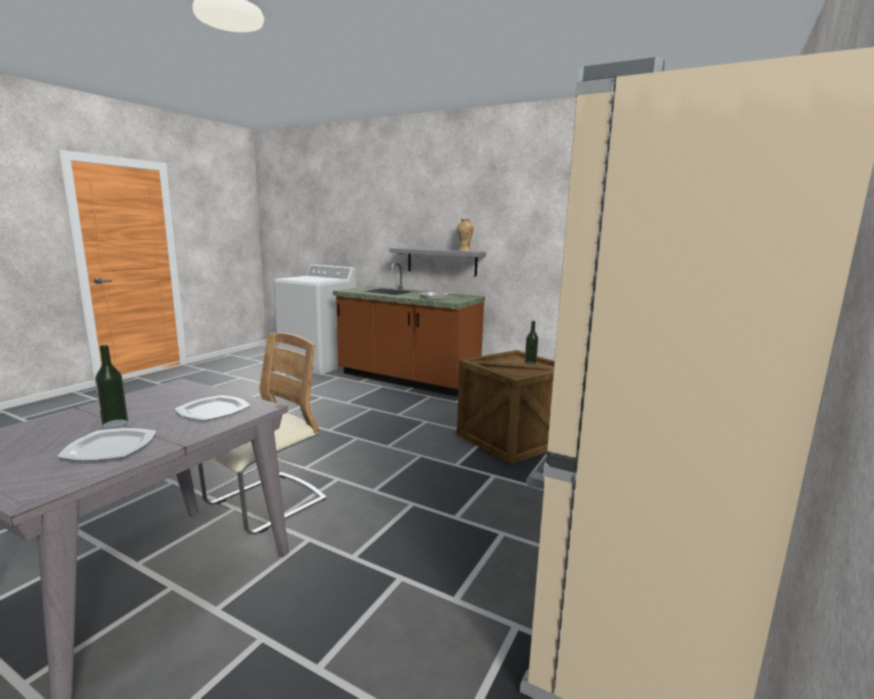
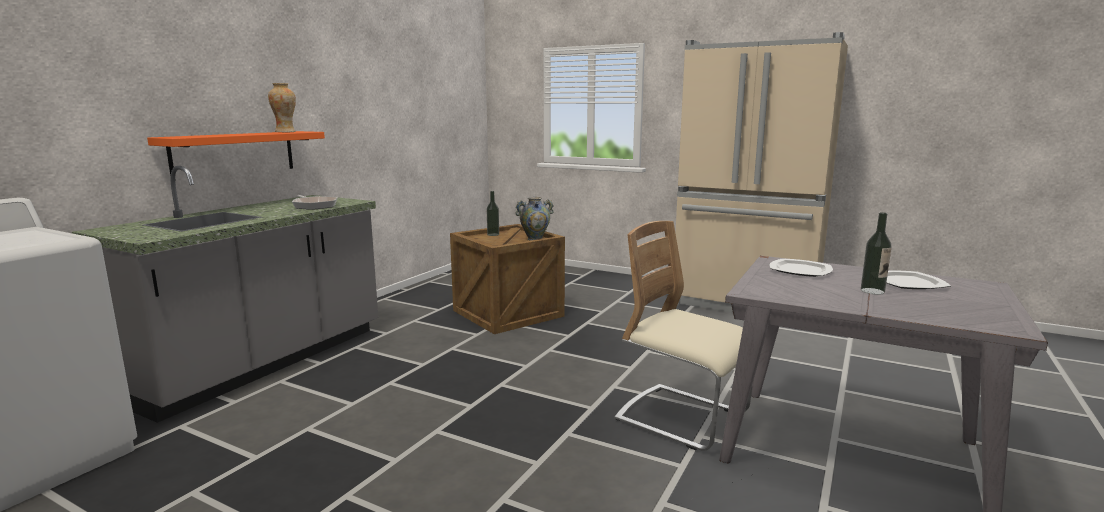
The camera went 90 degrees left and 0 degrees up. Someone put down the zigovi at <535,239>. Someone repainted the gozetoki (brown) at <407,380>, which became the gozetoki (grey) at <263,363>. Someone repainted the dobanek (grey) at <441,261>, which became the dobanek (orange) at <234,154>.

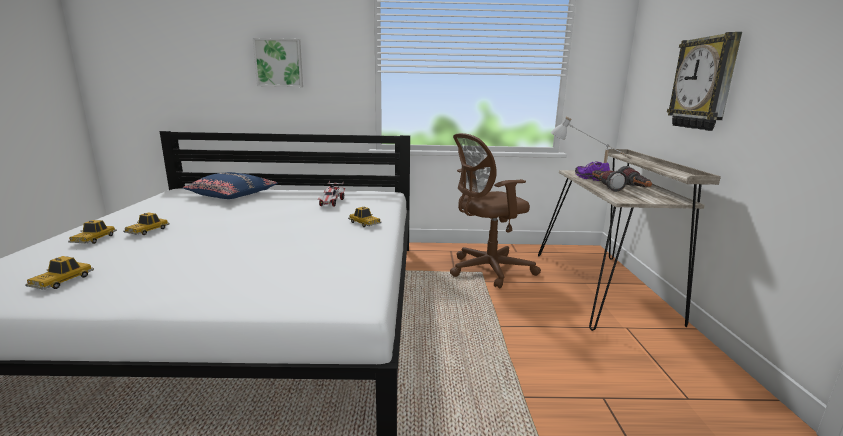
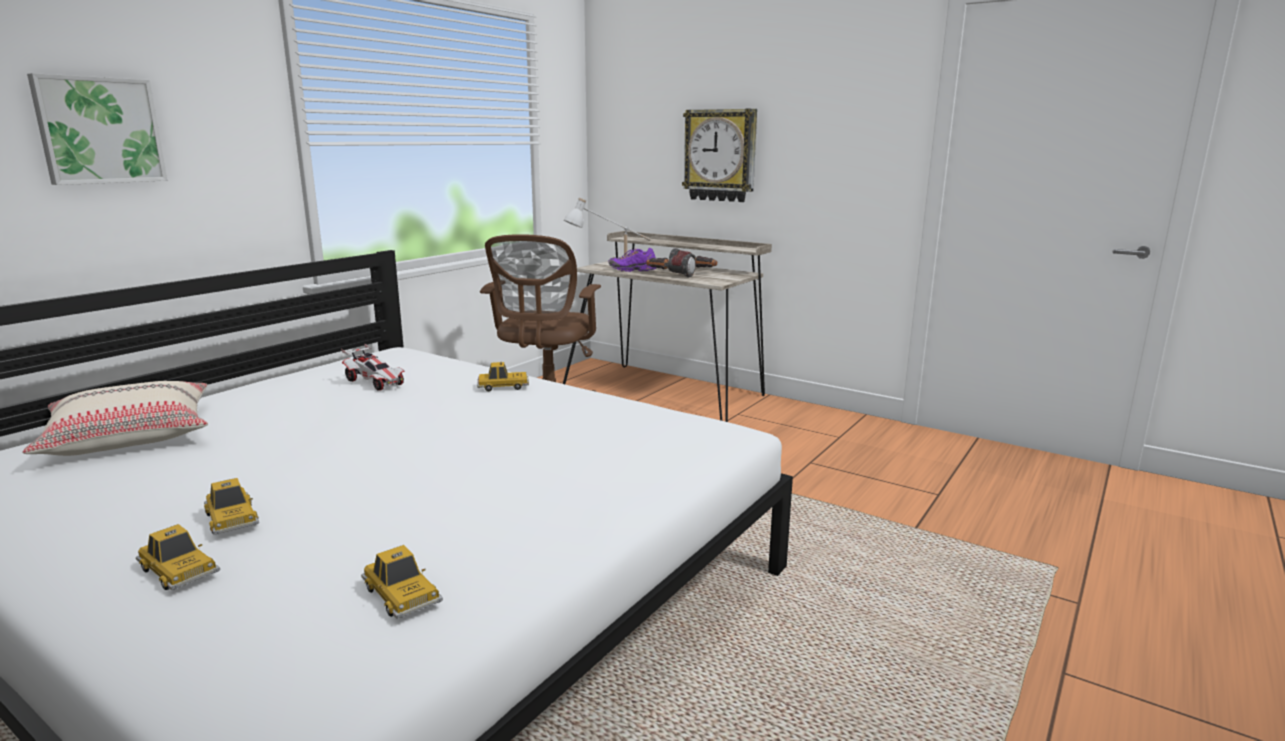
The camera went 55 degrees left and 0 degrees up. Someone repainted the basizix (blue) at <232,195>, which became the basizix (beige) at <130,435>.

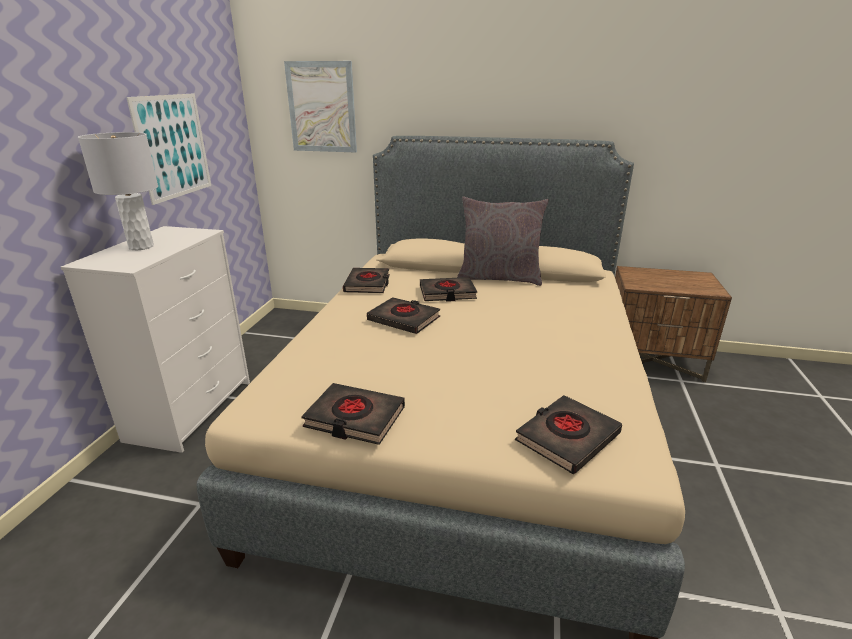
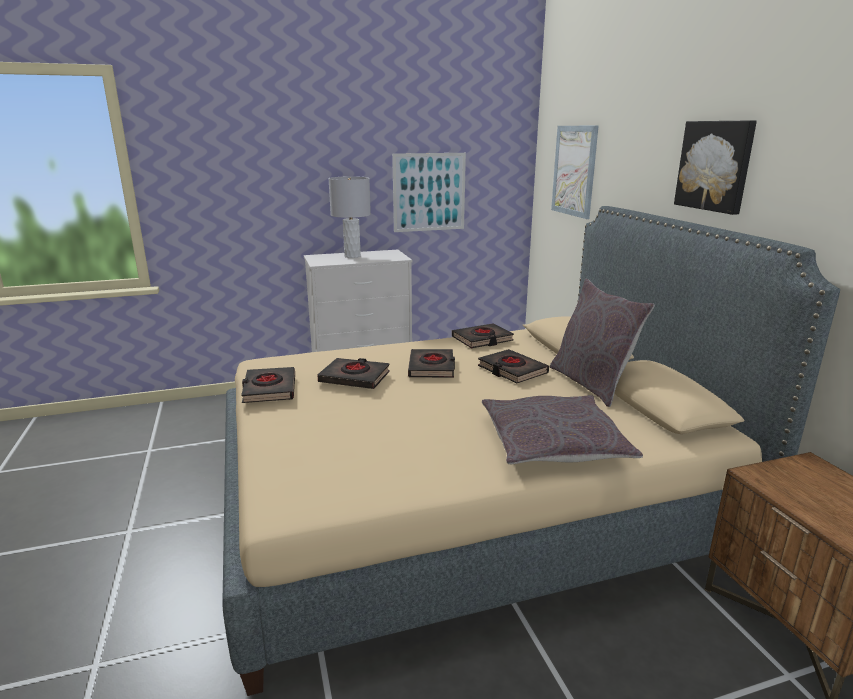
The camera went 60 degrees right and 5 degrees down. Someone put down the basizix (grey) at <553,443>. Someone put up the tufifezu at <715,166>. Someone carried the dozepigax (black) from <567,438> to <355,378>.

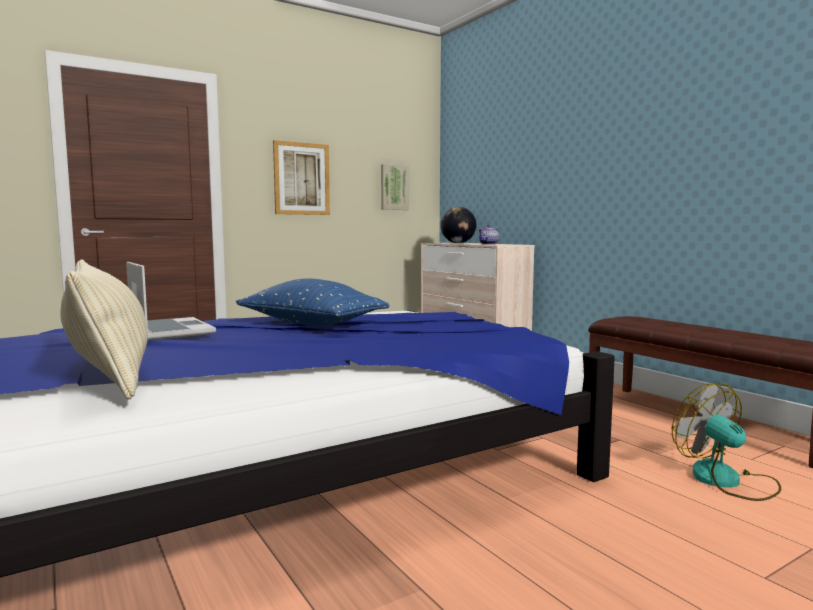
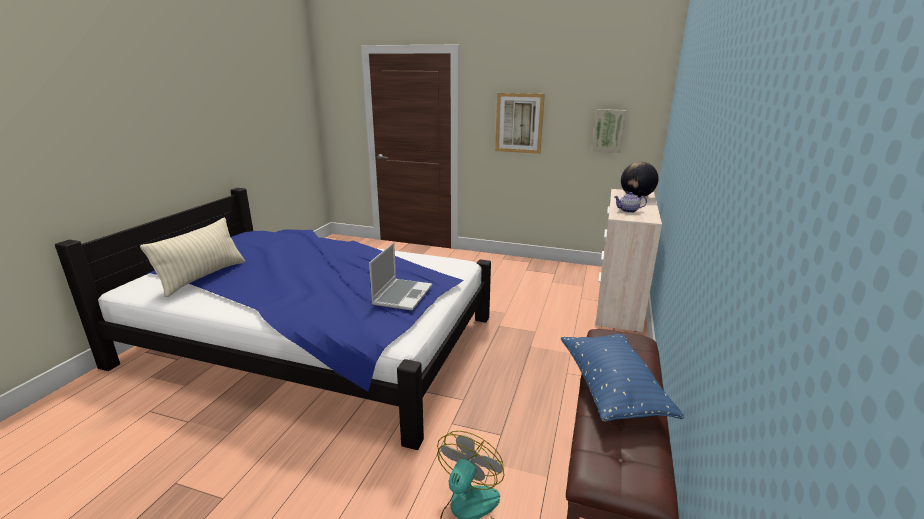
The camera went 50 degrees right and 15 degrees up. Someone carried the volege from <169,331> to <402,295>. Someone carried the basizix (blue) from <311,324> to <611,388>.

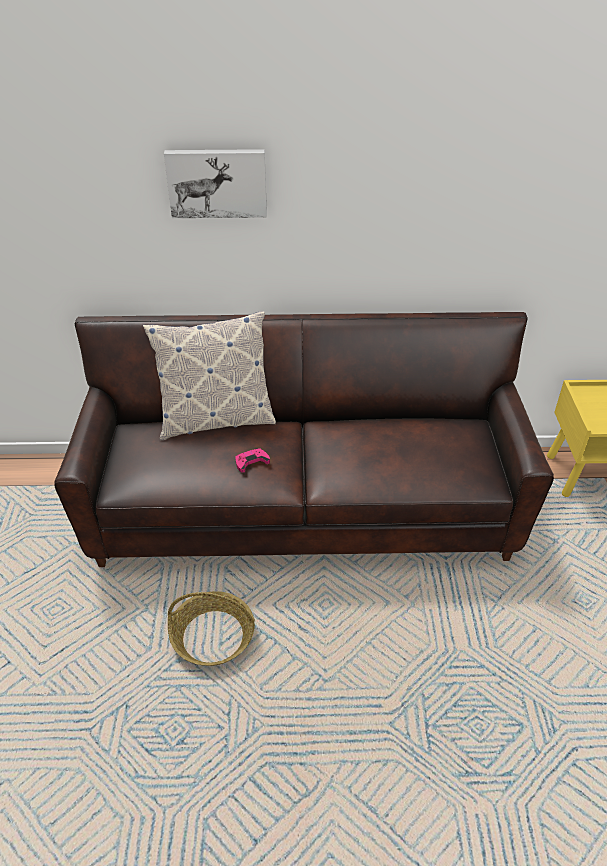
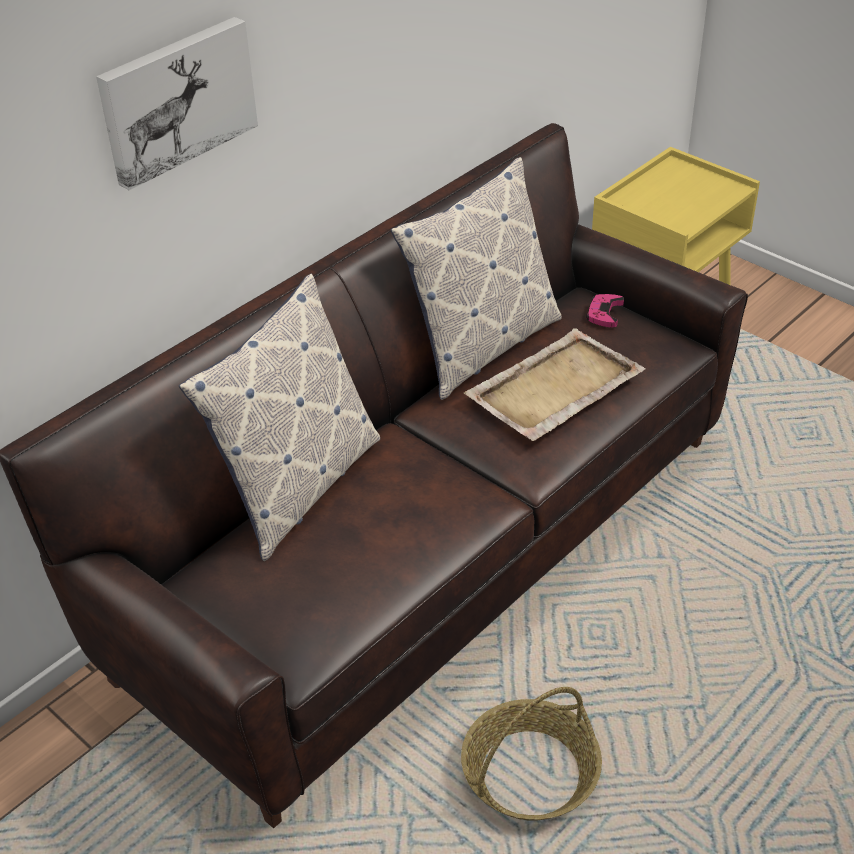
The camera went 45 degrees left and 0 degrees up. Someone put down the basizix at <481,346>. Someone put down the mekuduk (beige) at <553,389>. Someone carried the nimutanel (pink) from <251,462> to <604,313>.

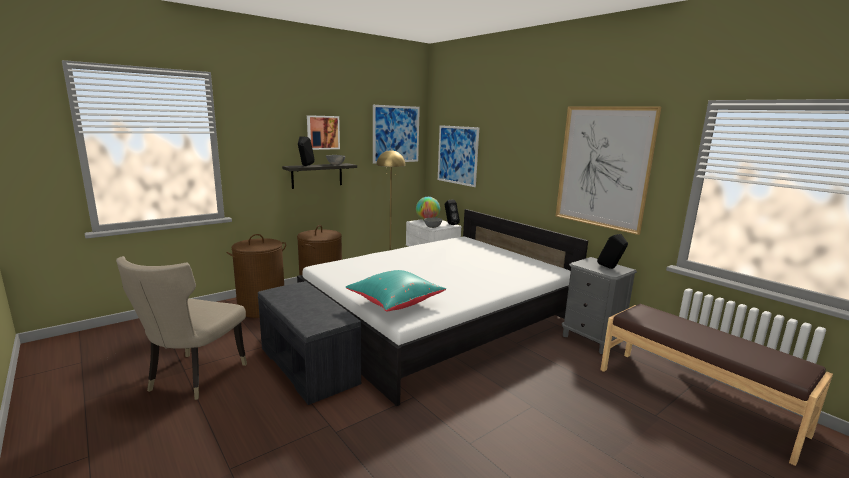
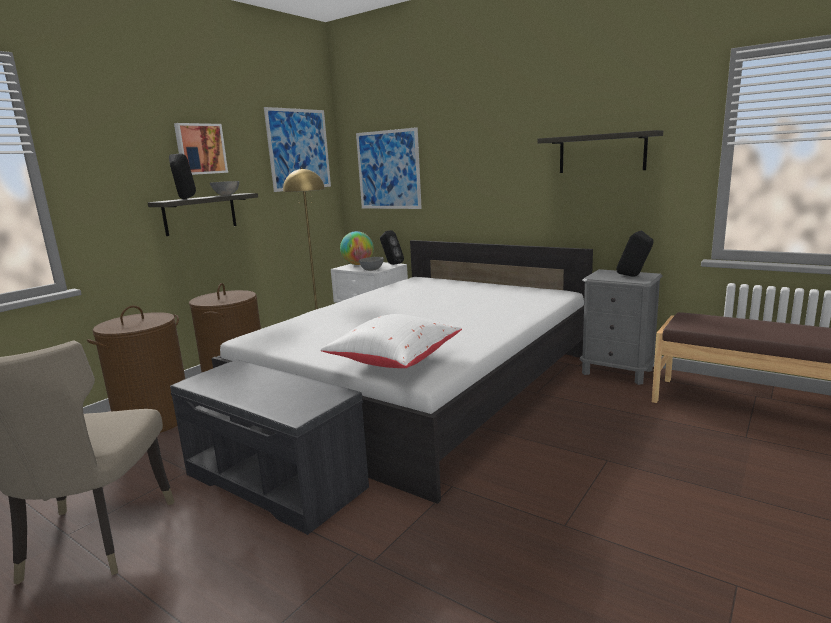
The camera went 15 degrees left and 0 degrees up. Someone swapped the tufifezu at <603,167> for the dobanek at <602,153>. Someone repainted the basizix (turquoise) at <394,303>, which became the basizix (white) at <394,361>.

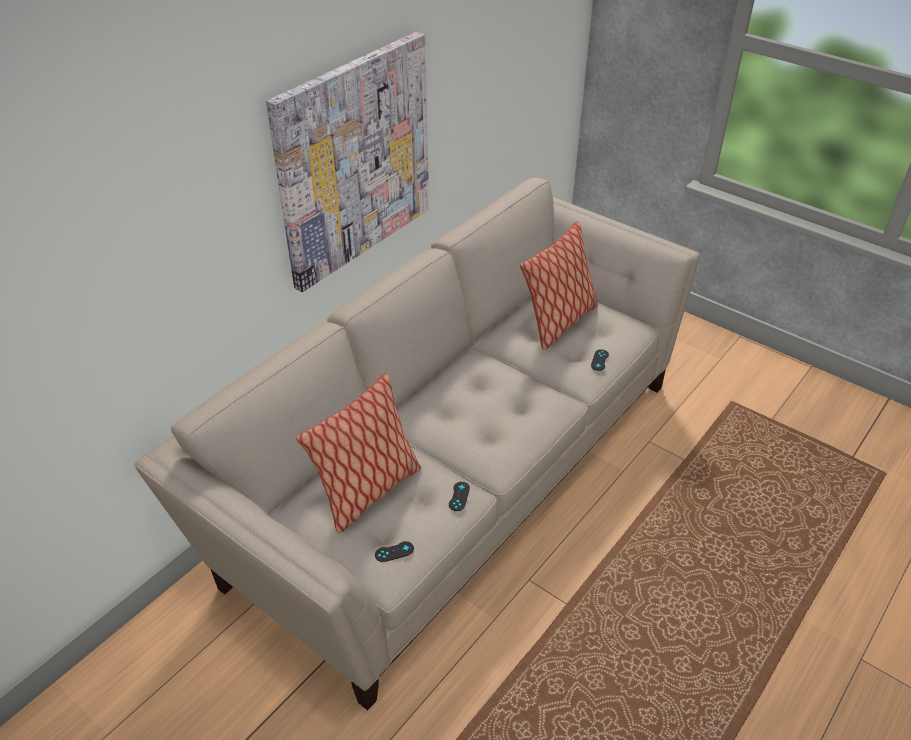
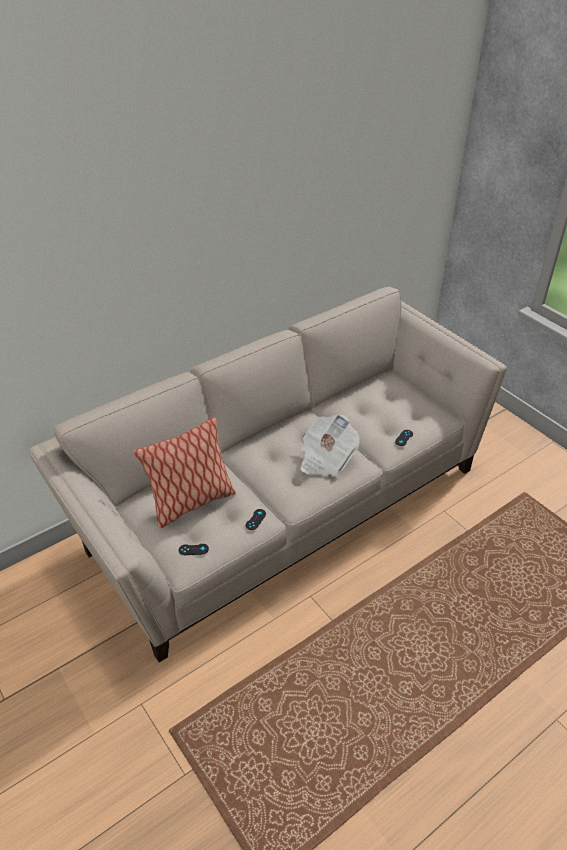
The camera went 15 degrees right and 0 degrees up. Someone took away the tufifezu at <354,160>. Someone took away the basizix at <559,323>. Someone put down the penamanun at <326,458>.

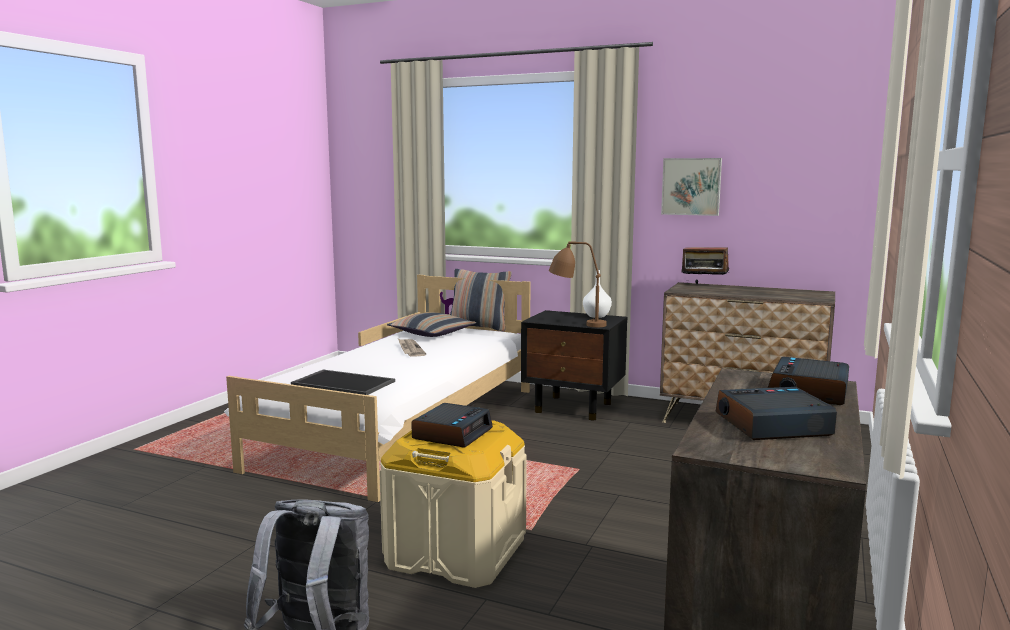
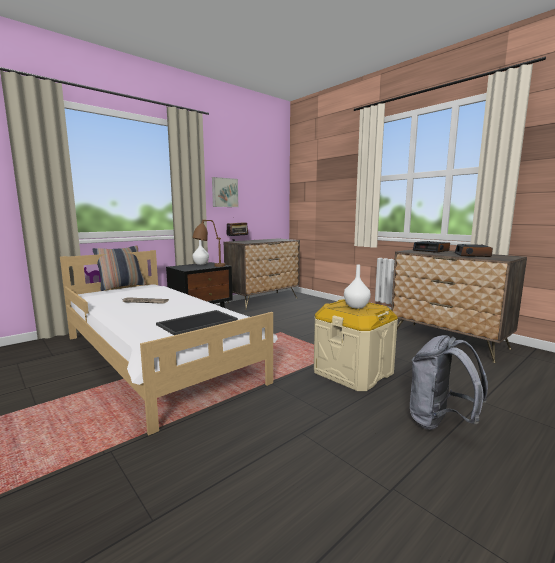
The camera went 65 degrees left and 0 degrees up. Someone took away the basizix at <432,333>. Someone swapped the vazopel at <452,433> for the zigovi (white) at <355,306>.

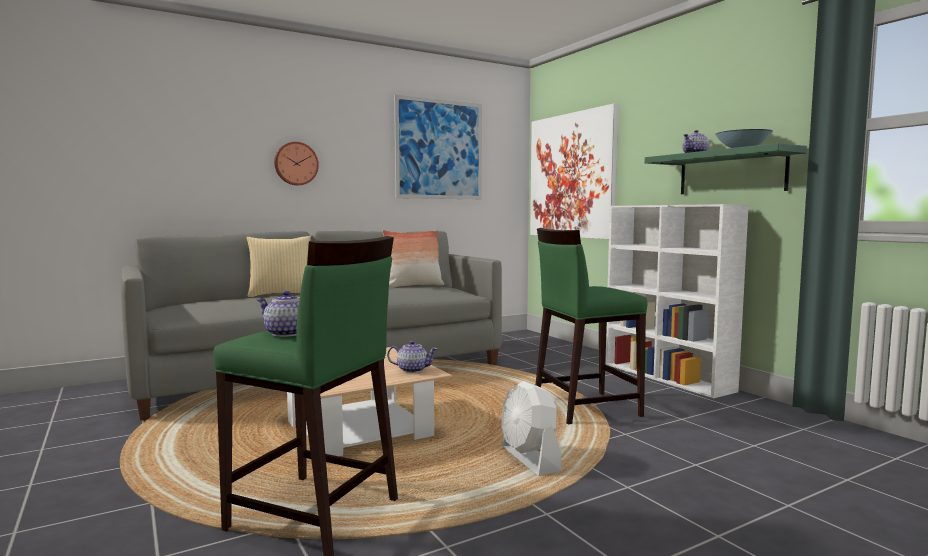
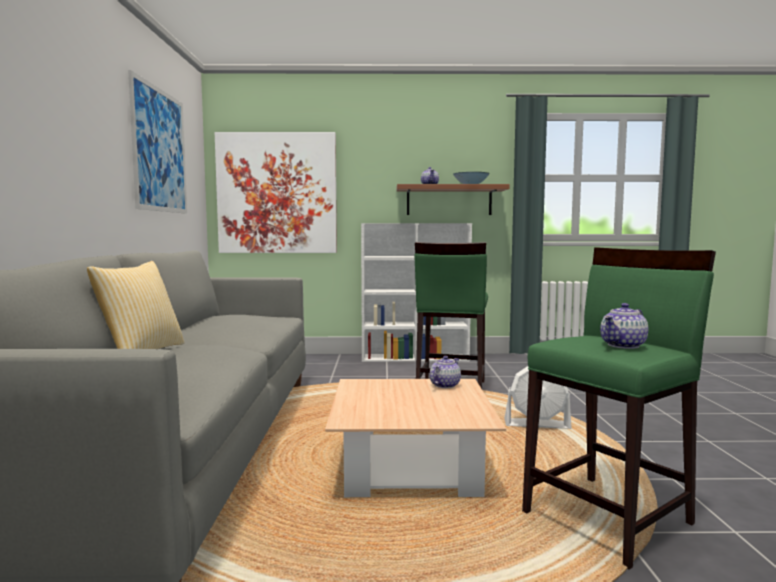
The camera went 60 degrees left and 0 degrees up. Someone took away the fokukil at <296,163>. Someone took away the basizix at <413,286>. Someone repainted the dobanek (green) at <731,173>, which became the dobanek (brown) at <449,200>.

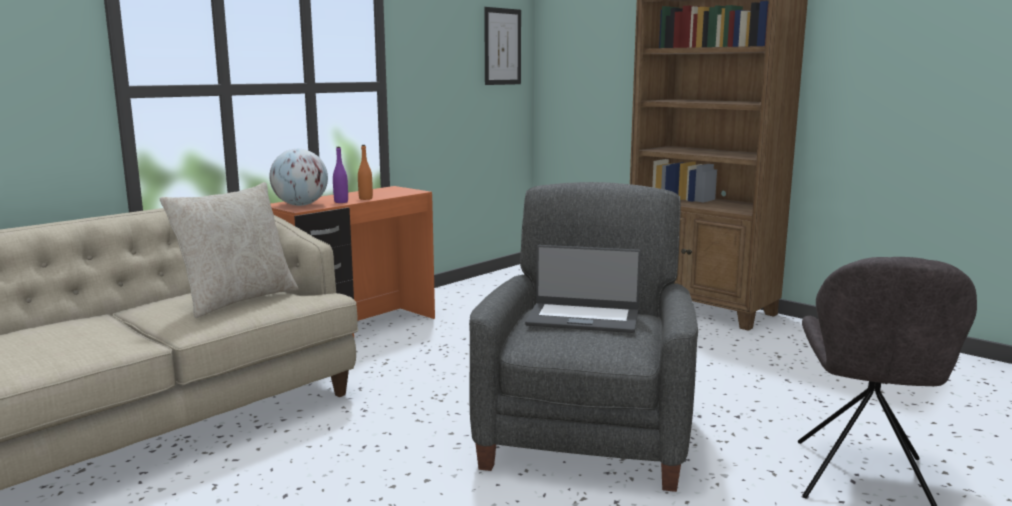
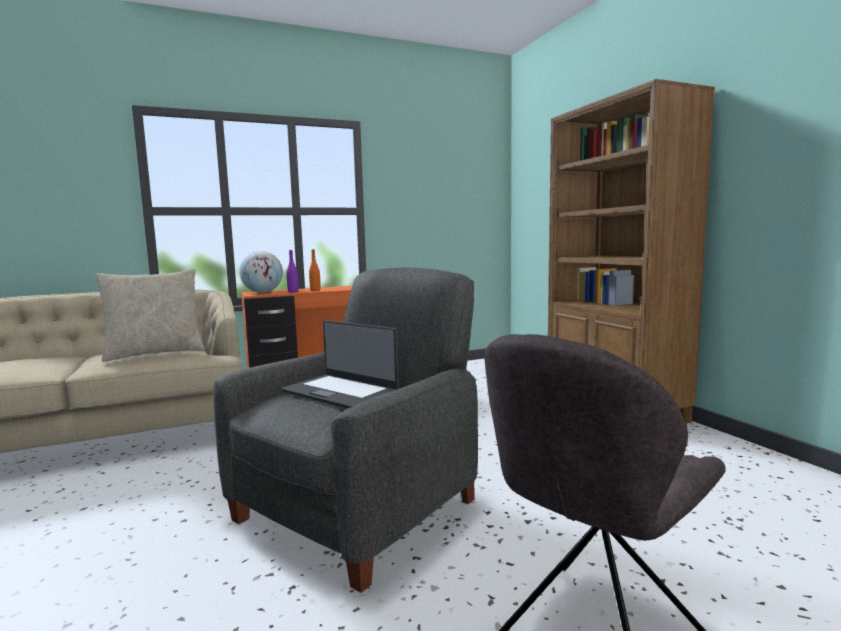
The camera went 25 degrees right and 5 degrees down. Someone took away the tufifezu at <502,46>.

